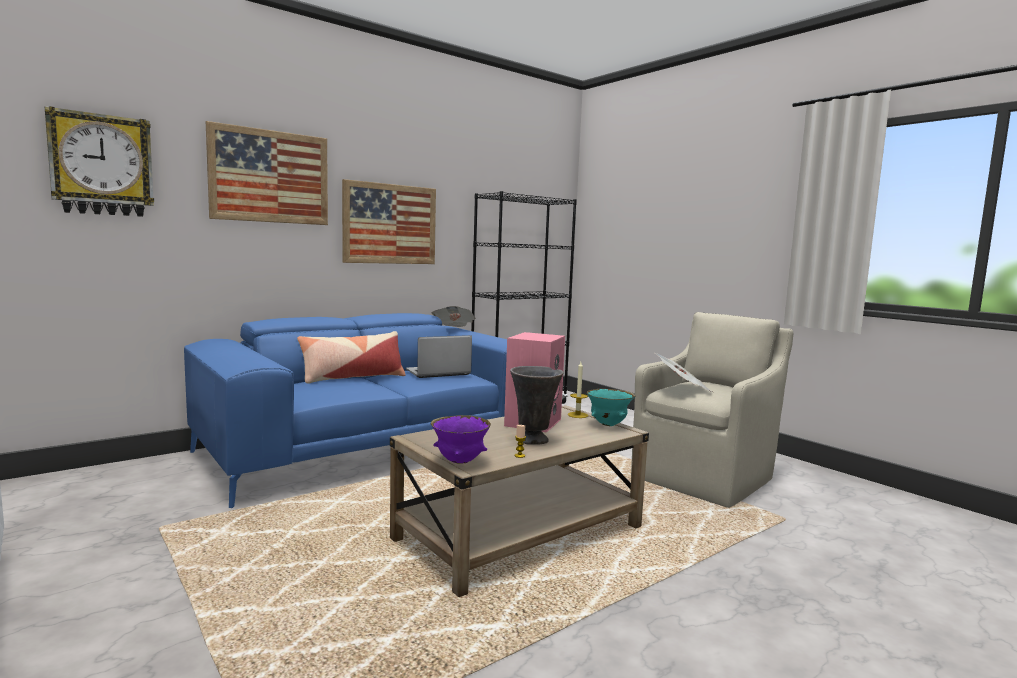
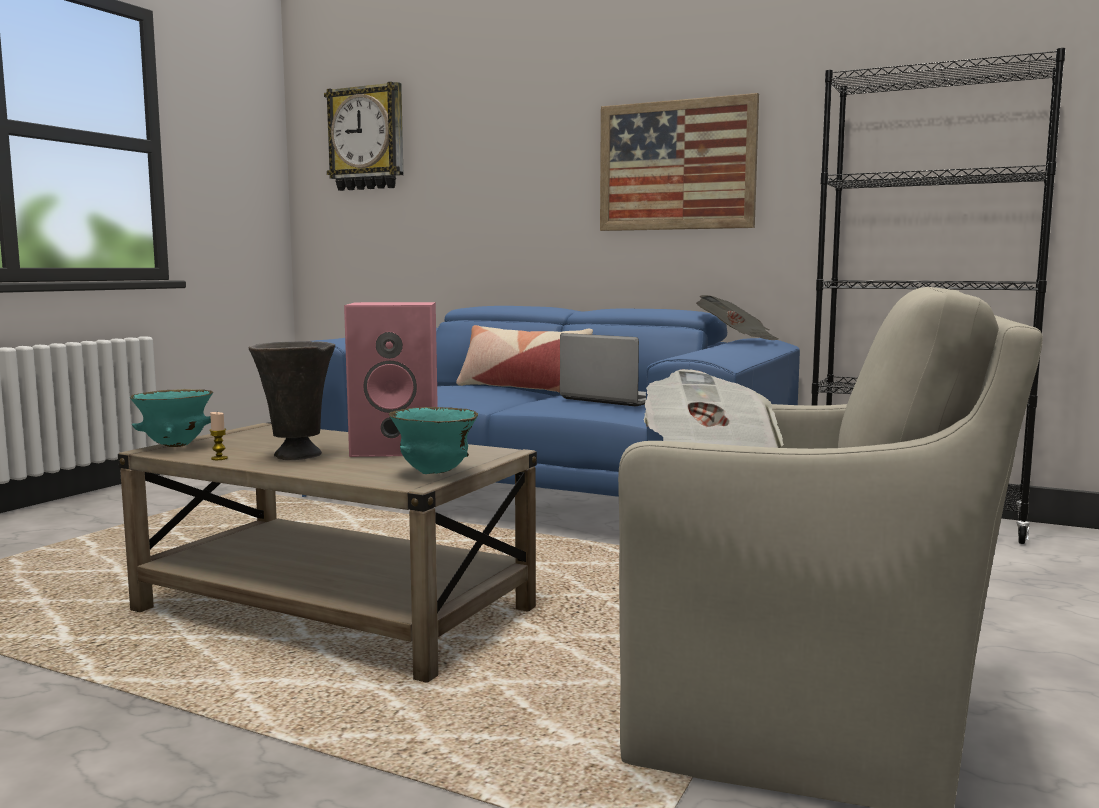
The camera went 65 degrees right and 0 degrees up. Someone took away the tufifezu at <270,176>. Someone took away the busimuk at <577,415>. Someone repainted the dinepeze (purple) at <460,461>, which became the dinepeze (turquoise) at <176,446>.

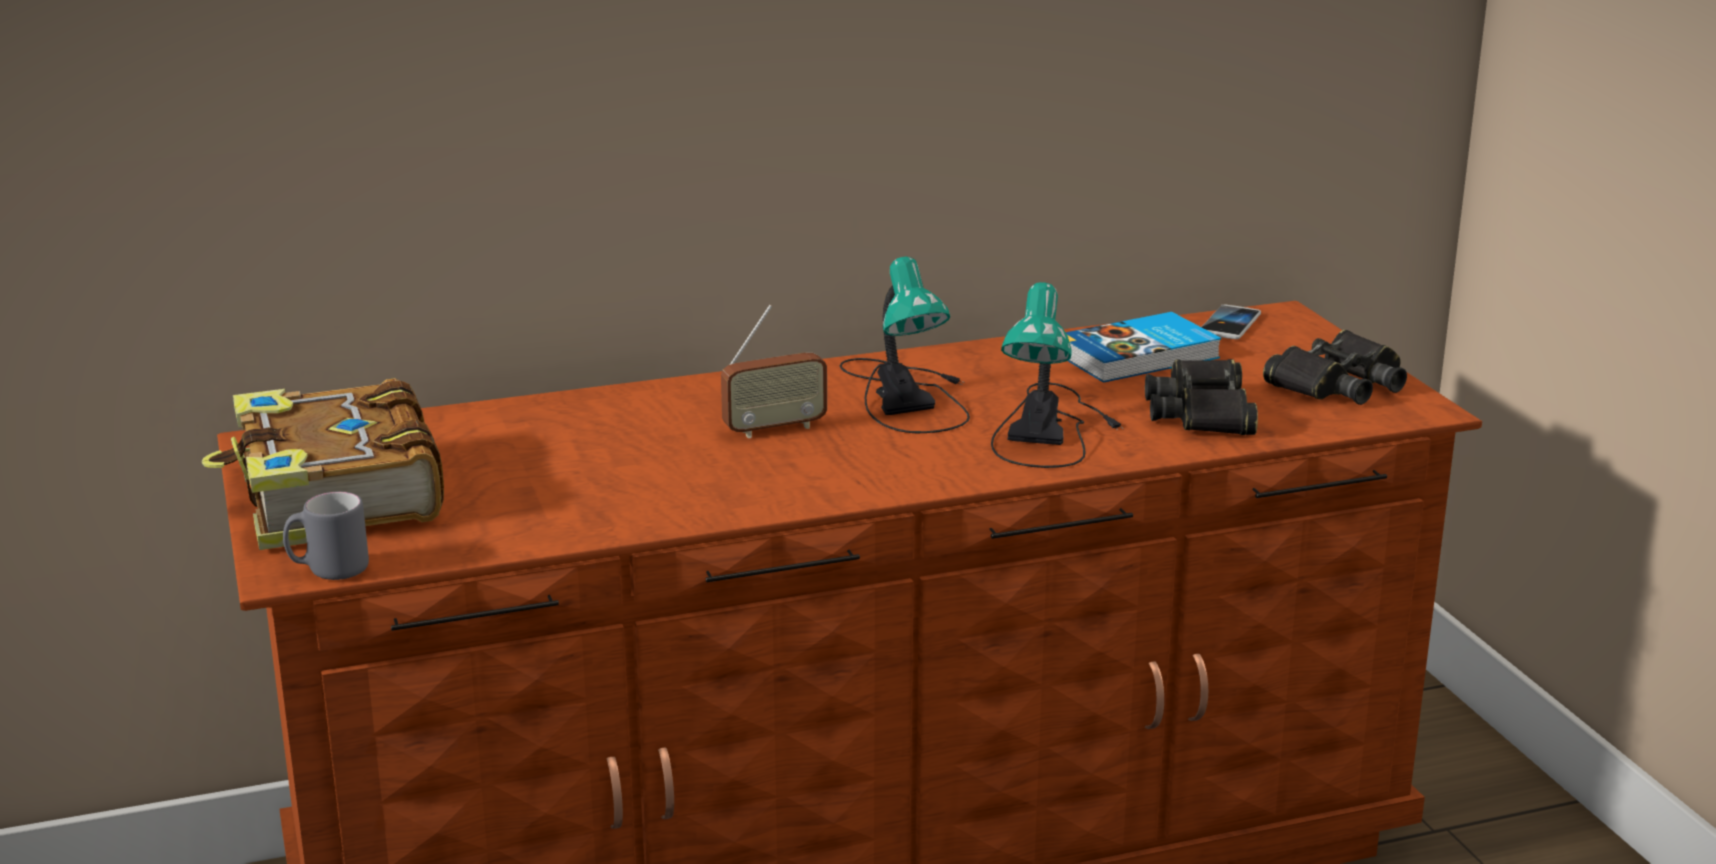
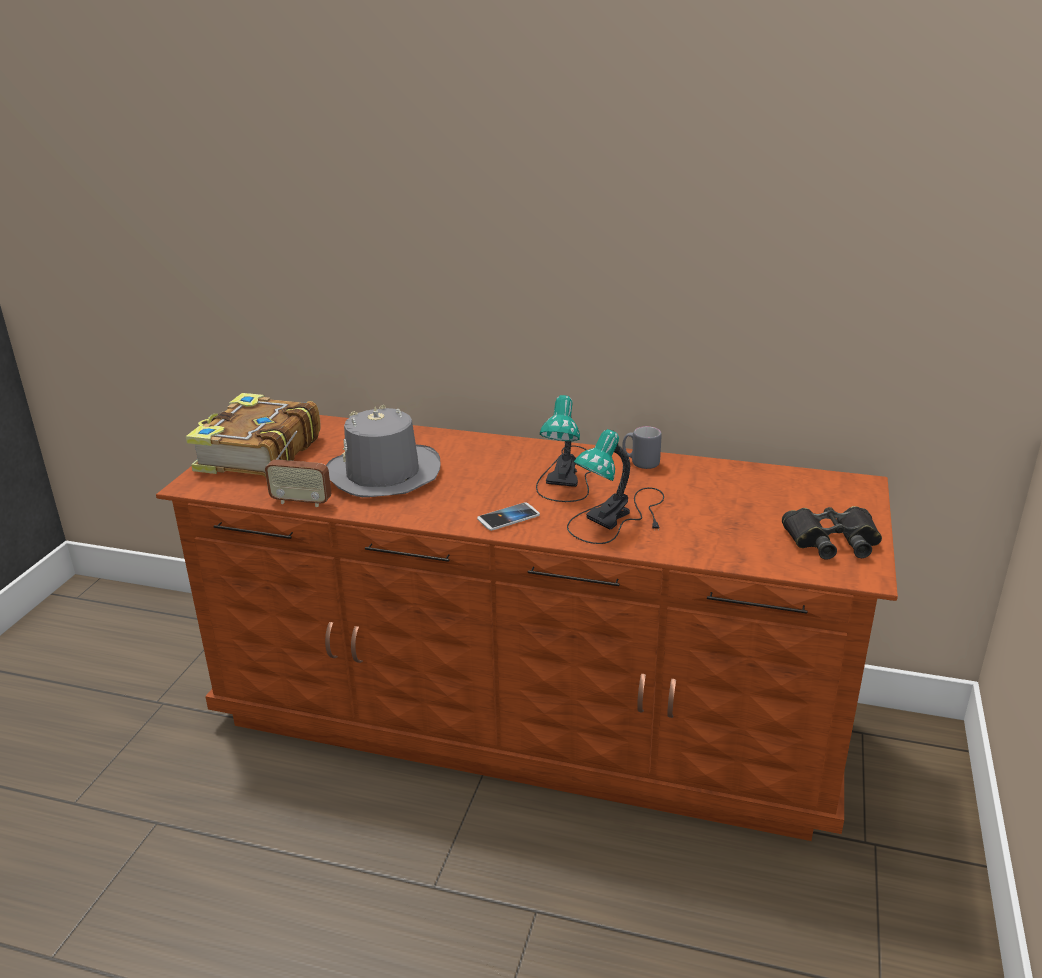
The camera went 35 degrees right and 5 degrees up. Someone took away the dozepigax at <1139,356>. Someone took away the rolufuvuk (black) at <1203,412>. Someone put down the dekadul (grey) at <382,474>. Someone carried the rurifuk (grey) from <328,570> to <640,463>. Someone carried the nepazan from <774,428> to <301,502>. Someone carried the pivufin from <1230,324> to <508,518>.

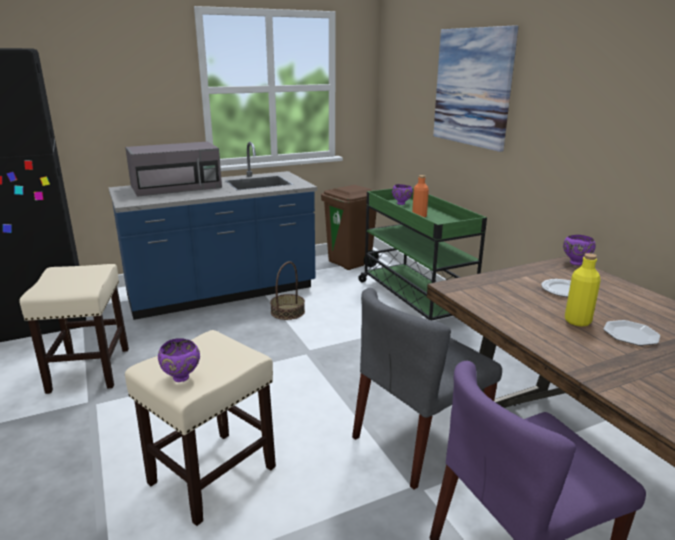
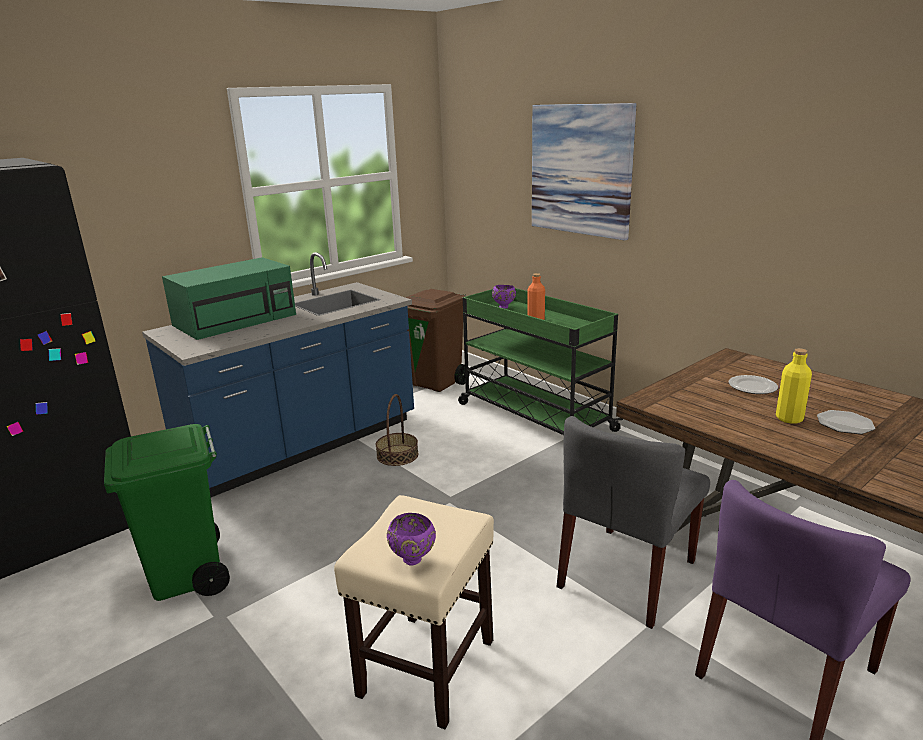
The camera went 15 degrees left and 0 degrees up. Someone took away the dinepeze (purple) at <575,263>. Someone swapped the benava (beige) at <89,370> for the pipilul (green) at <189,576>. Someone repainted the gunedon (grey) at <177,186>, which became the gunedon (green) at <236,319>.

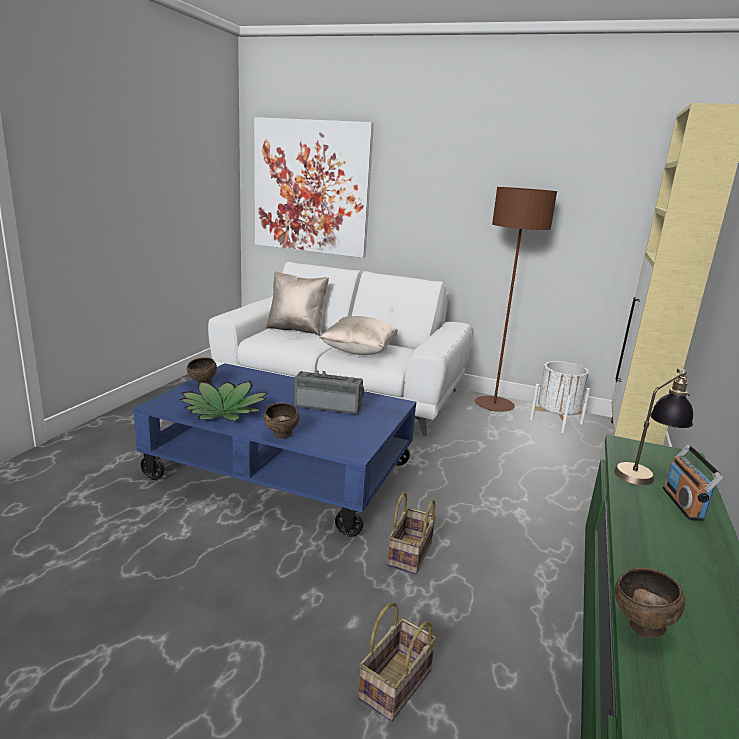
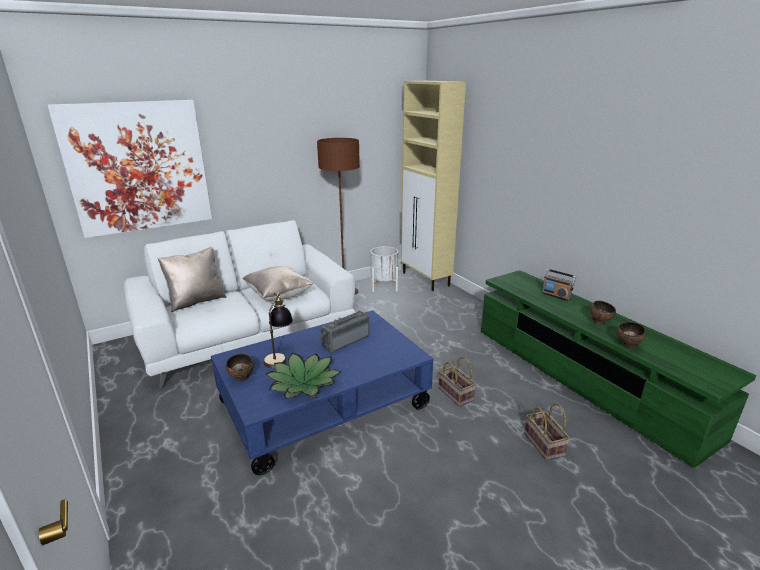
The camera went 50 degrees left and 5 degrees up. Someone carried the dinepeze (brown) from <282,436> to <600,322>. Someone carried the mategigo from <646,472> to <279,356>.

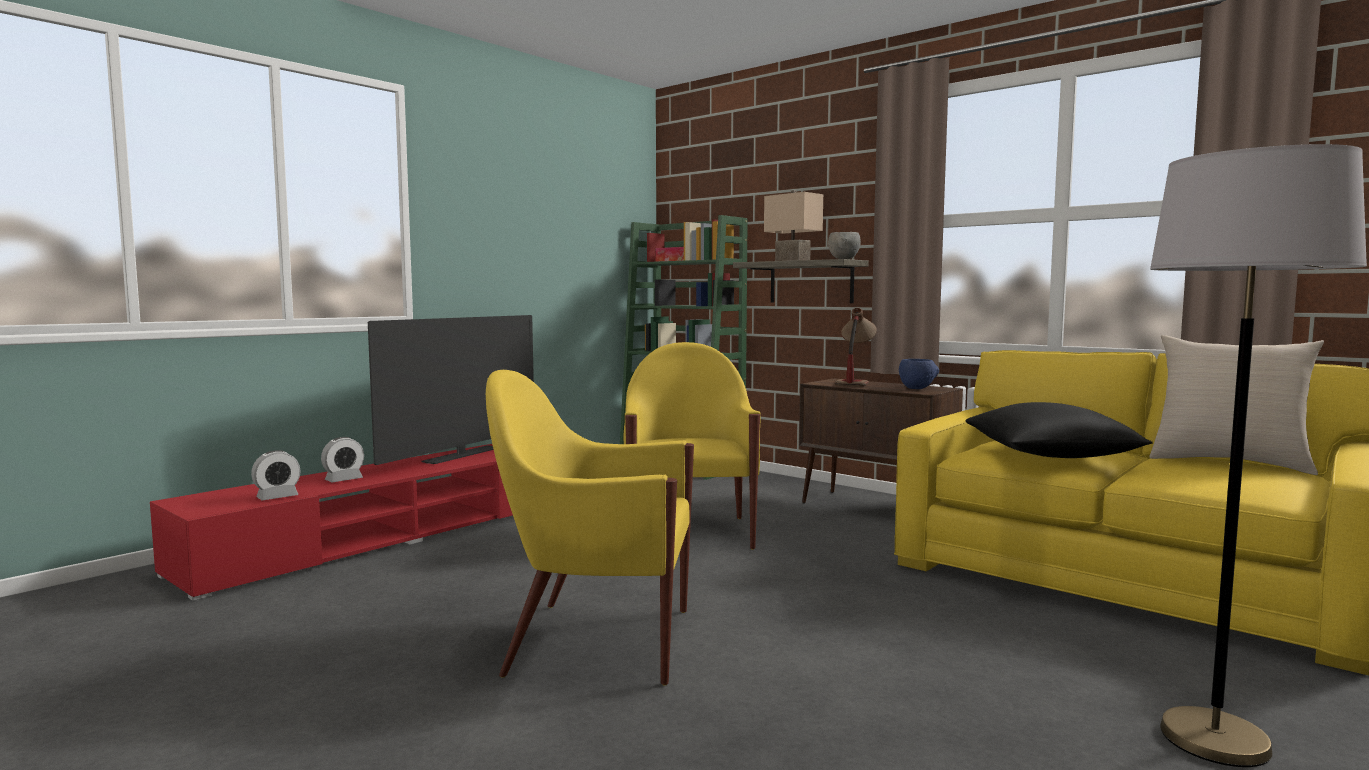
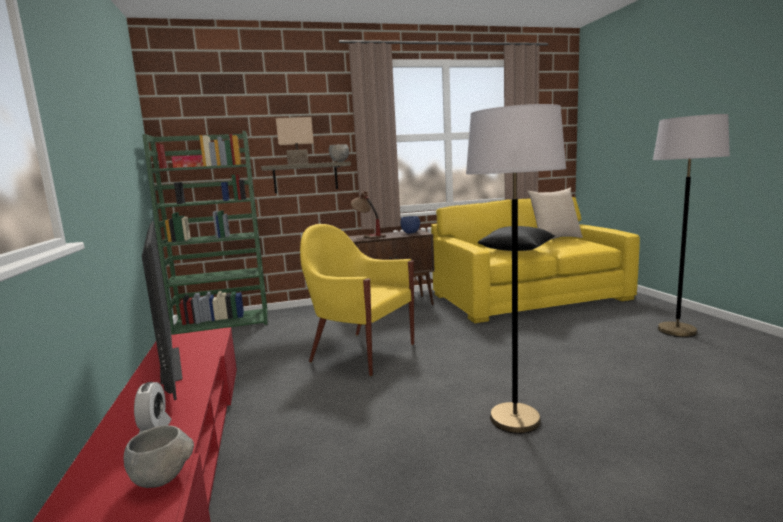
The camera went 55 degrees left and 5 degrees up. Someone swapped the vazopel at <277,497> for the dinepeze (grey) at <162,480>. Someone swapped the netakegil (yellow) at <596,640> for the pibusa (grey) at <514,419>.

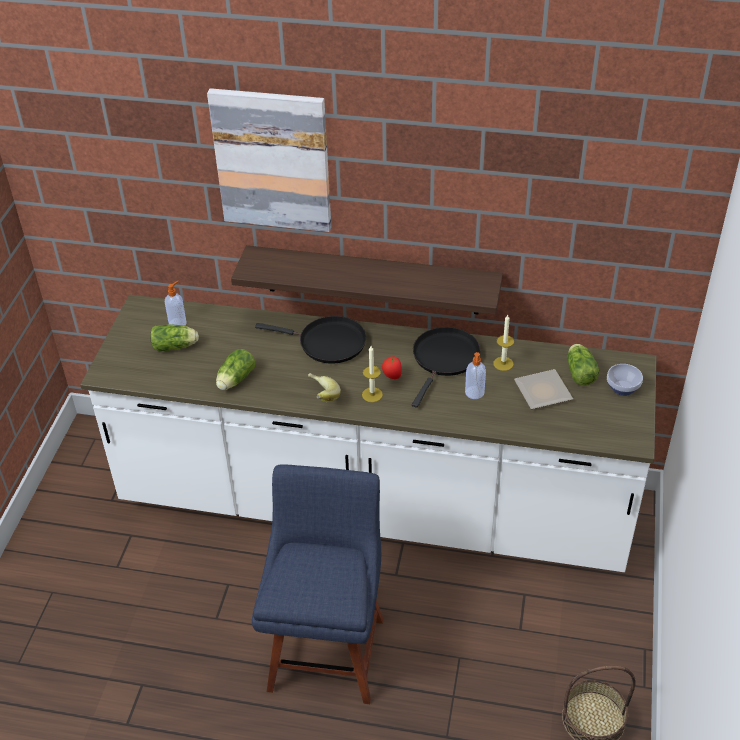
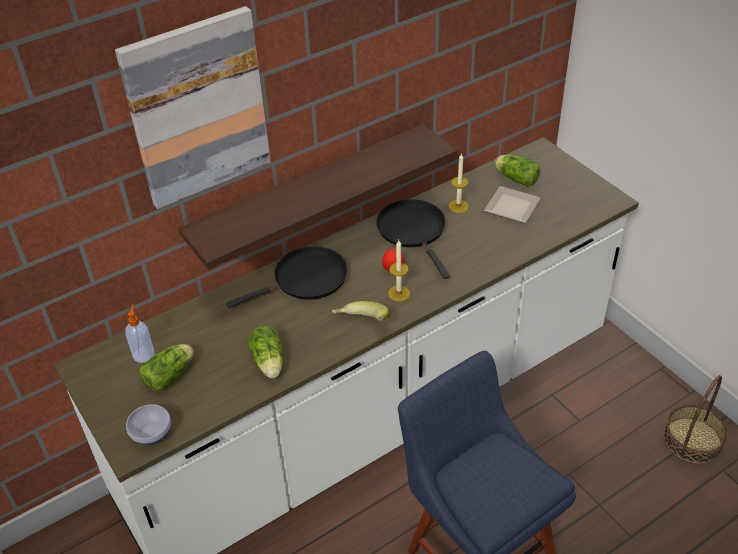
The camera went 45 degrees left and 0 degrees up. Someone took away the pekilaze at <474,393>. Someone carried the dinepeze from <623,388> to <153,434>.

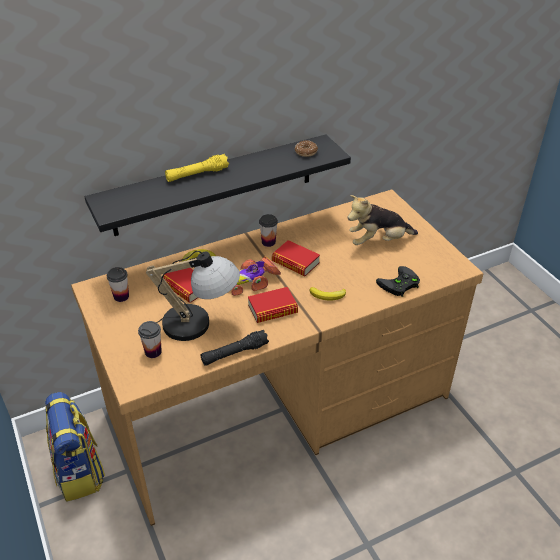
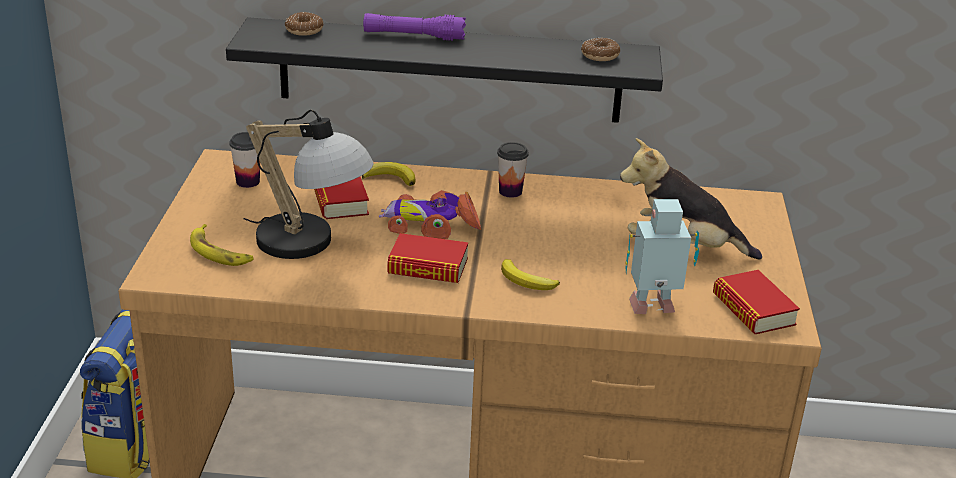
The camera went 30 degrees right and 10 degrees down. Someone took away the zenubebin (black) at <234,353>. Someone put down the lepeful at <304,30>. Someone carried the dozepigax from <295,262> to <753,309>. Someone swapped the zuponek at <153,352> for the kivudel at <219,252>. Someone swapped the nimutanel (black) at <399,285> for the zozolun at <654,309>. Someone repainted the zenubebin (yellow) at <197,174>, which became the zenubebin (purple) at <414,36>.

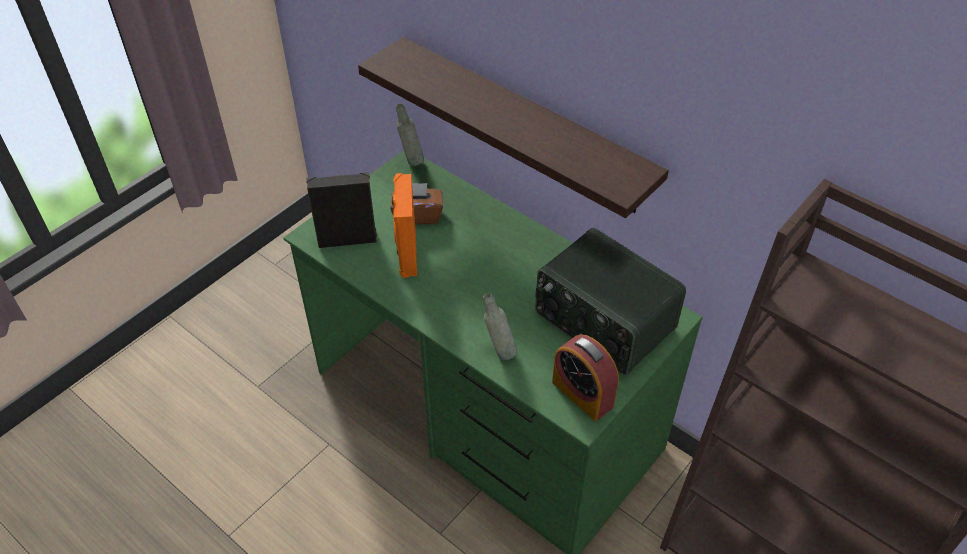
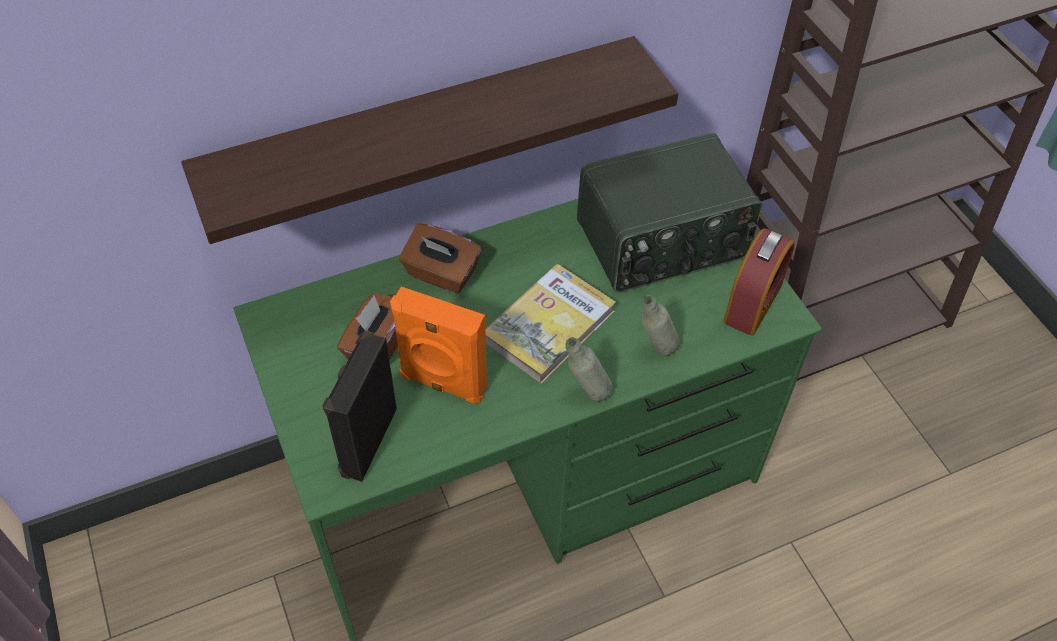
The camera went 65 degrees left and 5 degrees up. Someone put down the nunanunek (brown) at <441,274>. Someone put down the dozepigax at <549,326>. Someone carried the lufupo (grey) from <411,160> to <586,396>. Someone rotated the vazopel at <582,394> by 45 degrees counterclockwise.

